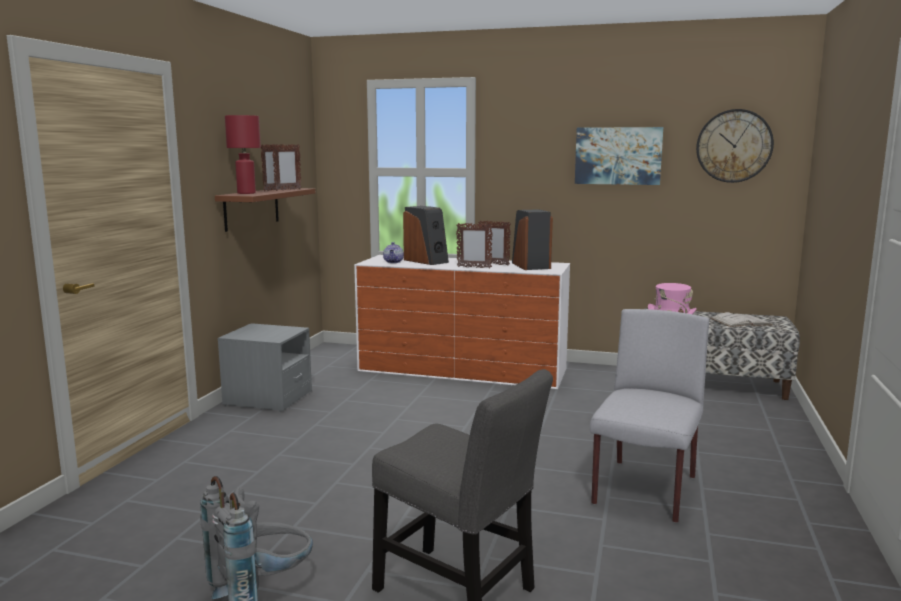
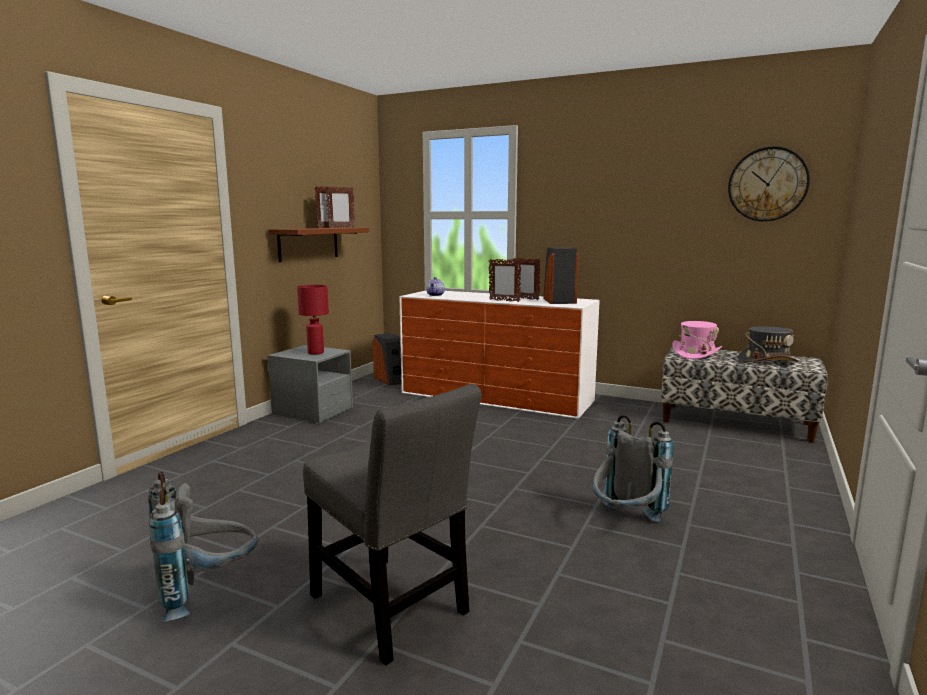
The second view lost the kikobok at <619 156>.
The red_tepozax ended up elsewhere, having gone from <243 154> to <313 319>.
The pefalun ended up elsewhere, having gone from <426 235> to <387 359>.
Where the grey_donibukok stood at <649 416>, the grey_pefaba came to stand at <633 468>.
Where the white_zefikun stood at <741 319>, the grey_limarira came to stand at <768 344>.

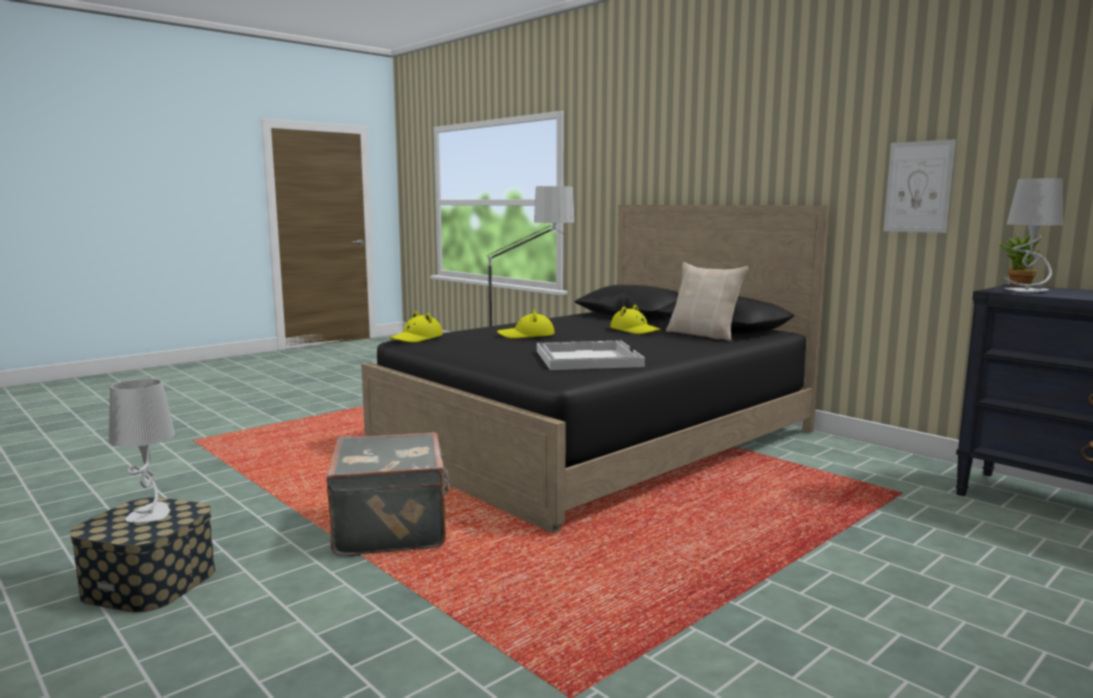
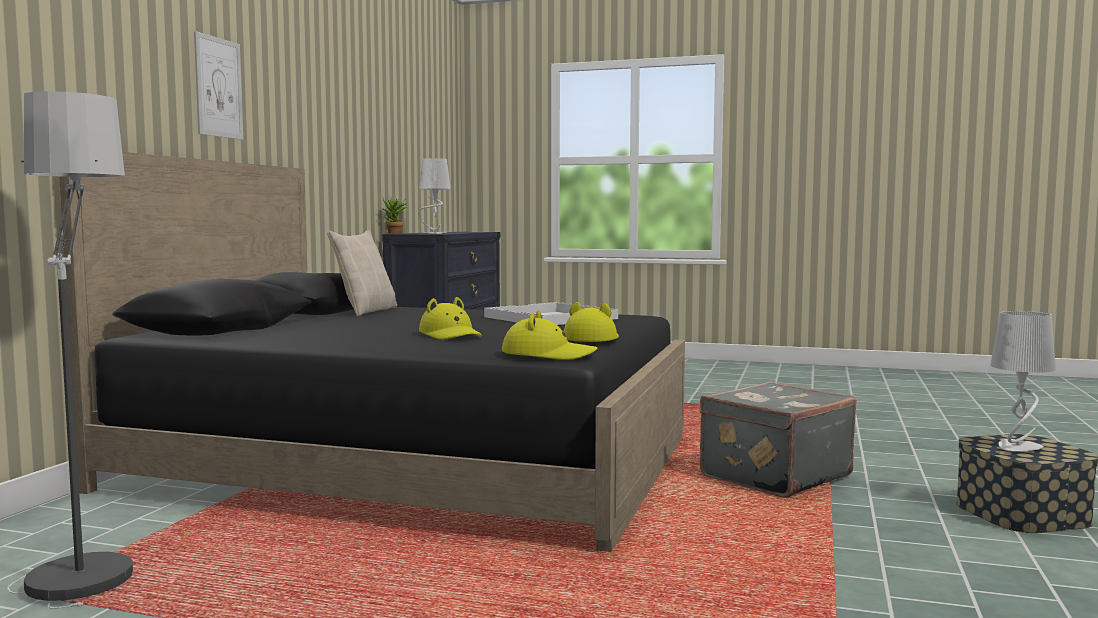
The yellow_limarira ended up elsewhere, having gone from <635 319> to <591 322>.
The kikobok ended up elsewhere, having gone from <920 186> to <218 85>.

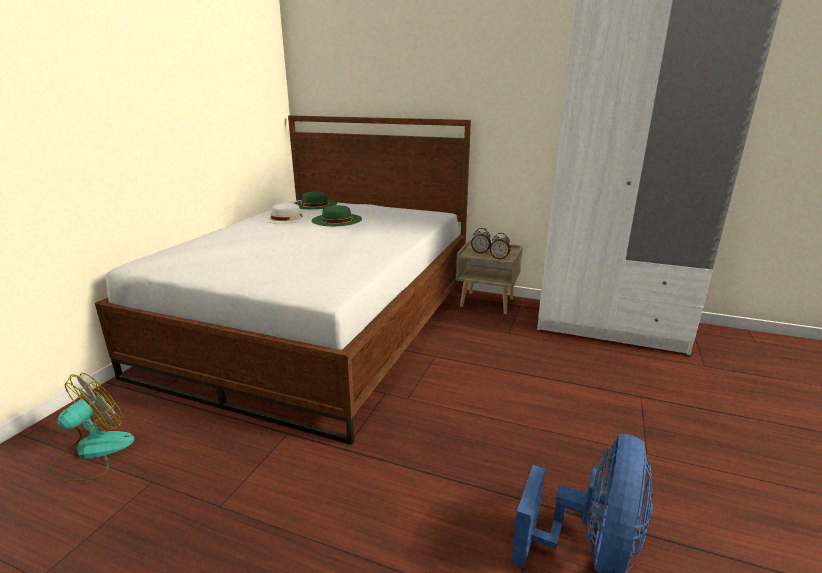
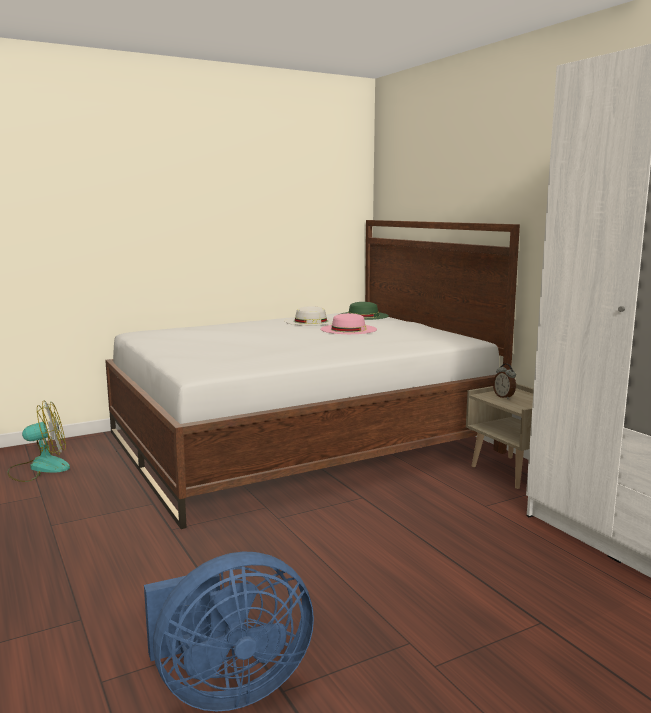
The second view lost the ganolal at <500 246>.
What was the green_limarira at <337 215> turned into the pink_limarira at <348 323>.

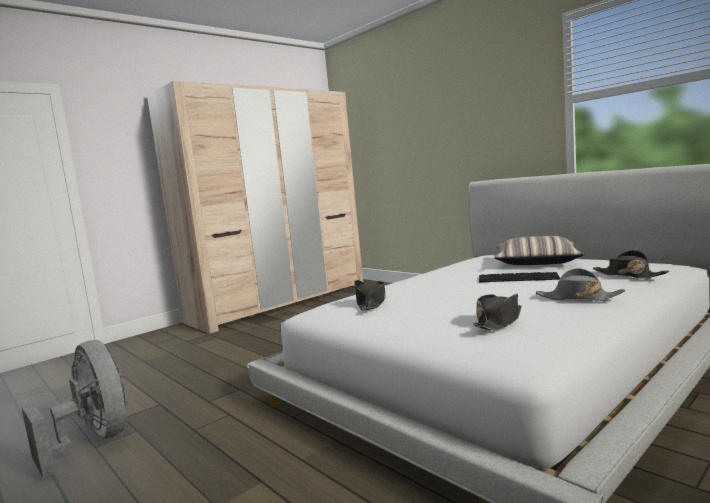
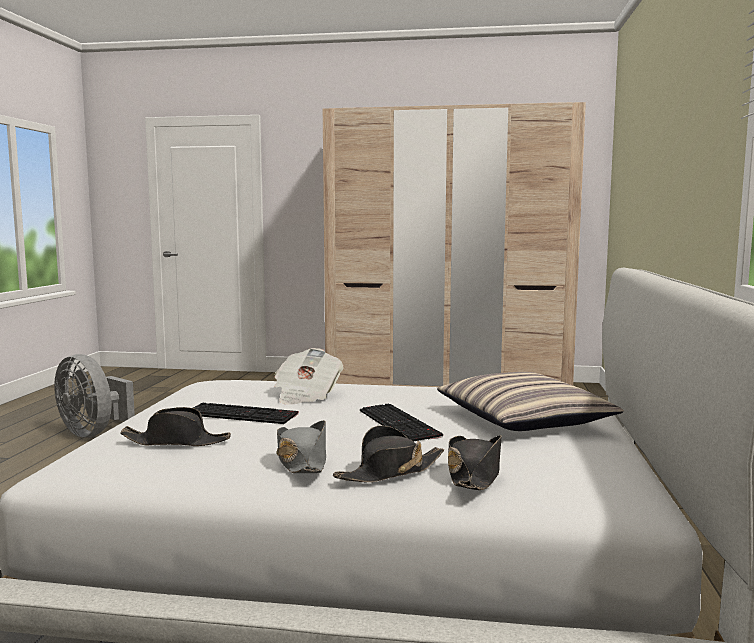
The second view gained the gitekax at <245 413>.
The second view gained the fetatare at <309 376>.
The black_limarira ended up elsewhere, having gone from <370 295> to <388 453>.
The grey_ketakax at <74 409> ended up facing another way, 120 degrees clockwise from before.

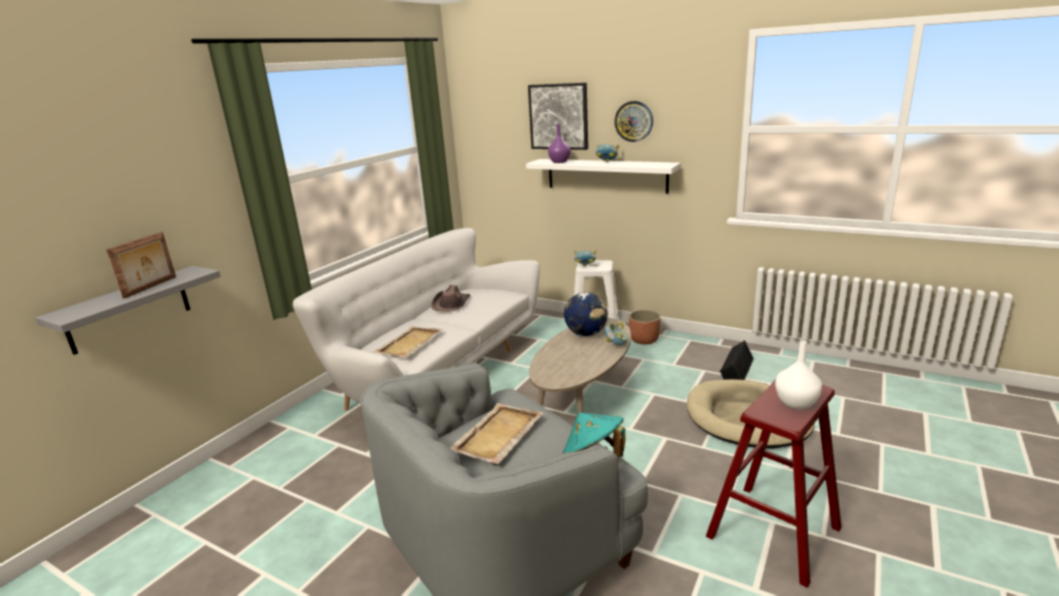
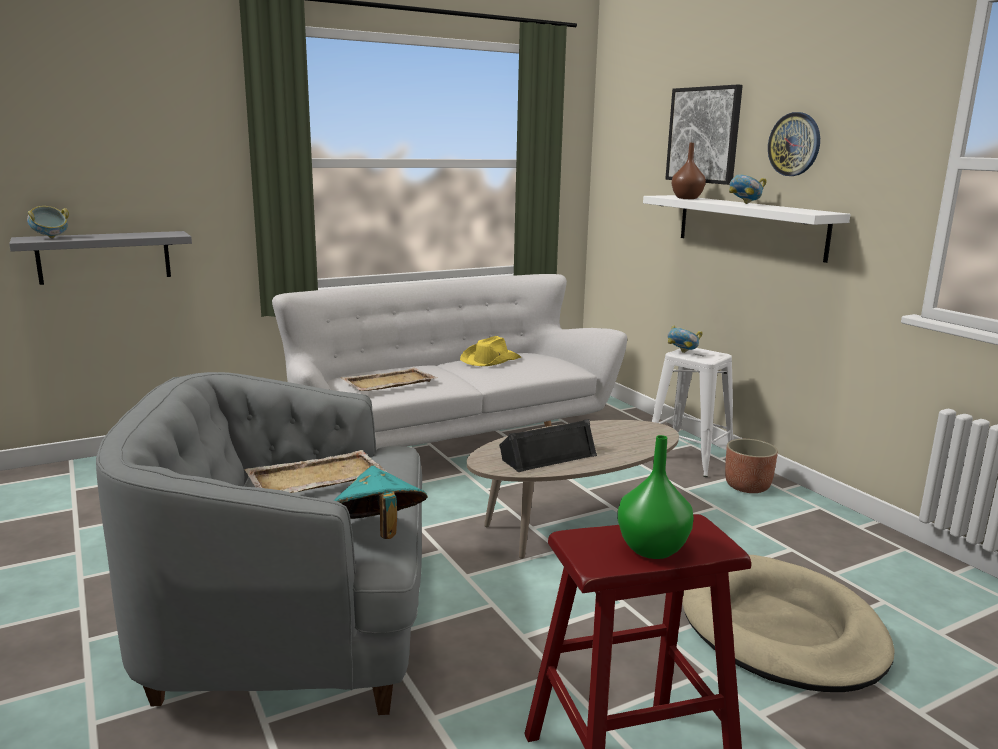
The second view lost the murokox at <141 265>.
The second view lost the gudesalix at <586 314>.
The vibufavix ended up elsewhere, having gone from <616 334> to <48 222>.
The black_pefalun ended up elsewhere, having gone from <737 360> to <548 445>.
What was the brown_limarira at <450 298> turned into the yellow_limarira at <490 351>.
What was the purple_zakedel at <559 143> turned into the brown_zakedel at <689 171>.
What was the white_zakedel at <798 374> turned into the green_zakedel at <655 497>.

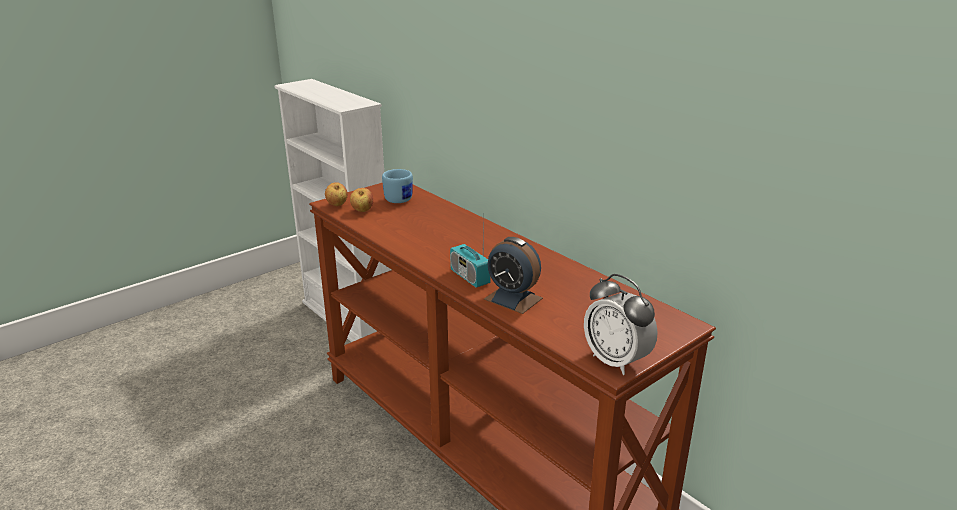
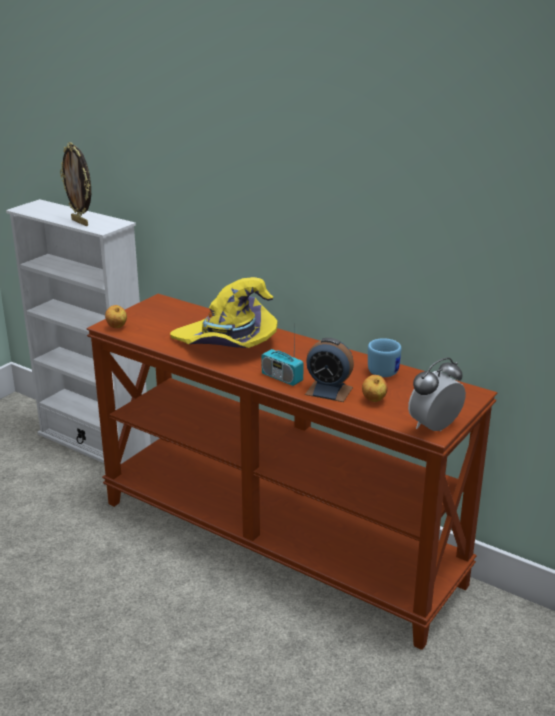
The second view gained the murokox at <75 184>.
The second view gained the yellow_limarira at <224 312>.
The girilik ended up elsewhere, having gone from <361 200> to <375 388>.
The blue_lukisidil ended up elsewhere, having gone from <397 186> to <384 357>.
The ganolal at <621 324> ended up facing another way, 105 degrees clockwise from before.

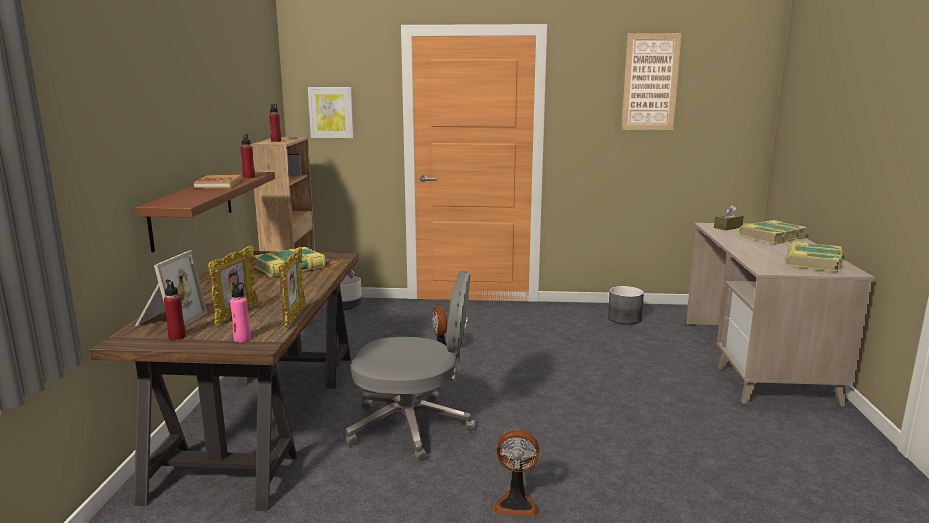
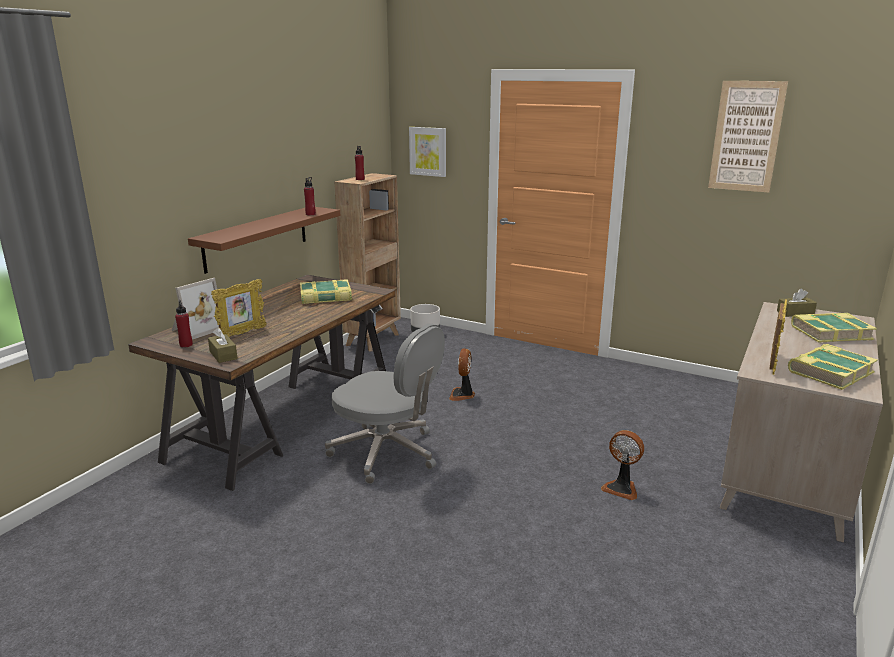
The second view lost the zefikun at <218 182>.
The second view lost the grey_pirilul at <626 305>.
The murokox ended up elsewhere, having gone from <292 288> to <778 337>.
The ketakax ended up elsewhere, having gone from <516 473> to <622 465>.
Where the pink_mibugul stood at <240 312>, the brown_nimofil came to stand at <223 345>.

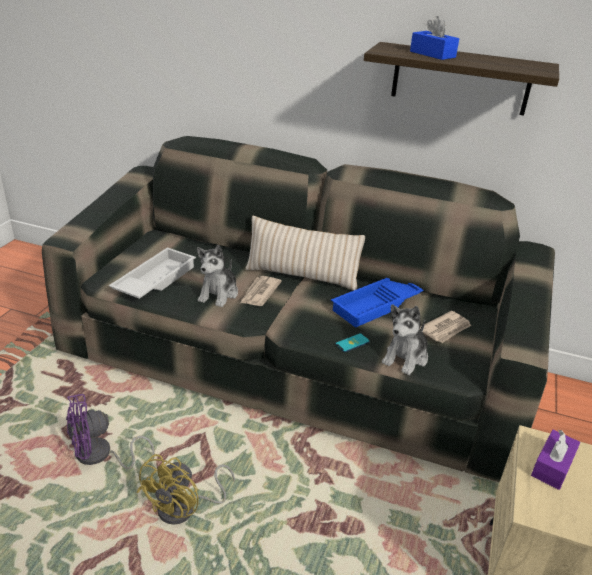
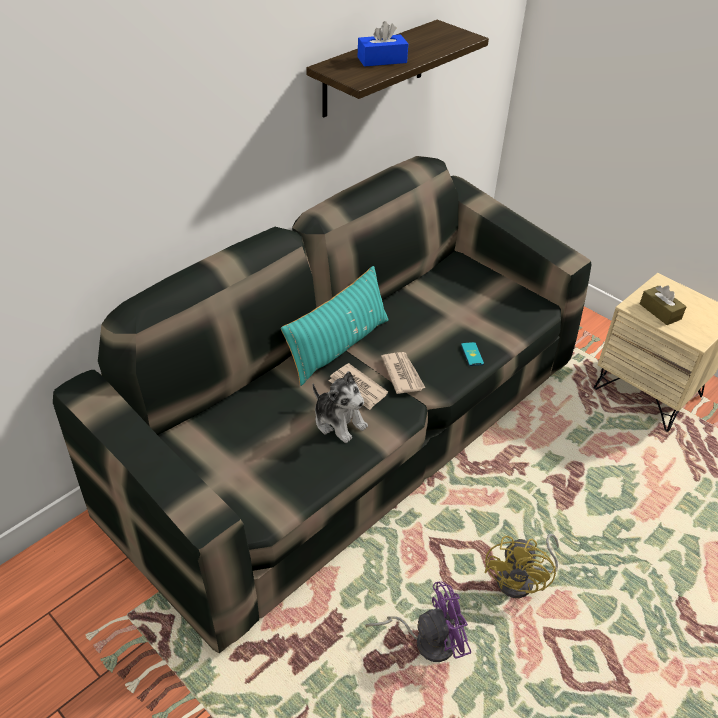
The second view lost the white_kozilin at <152 273>.
The second view lost the blue_kozilin at <377 303>.
The second view lost the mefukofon at <405 339>.
The fetatare ended up elsewhere, having gone from <445 327> to <403 373>.
What was the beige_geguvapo at <305 253> turned into the turquoise_geguvapo at <335 326>.
What was the purple_nimofil at <555 460> turned into the brown_nimofil at <663 305>.
The purple_ketakax at <110 431> ended up facing another way, 105 degrees counterclockwise from before.
The yellow_ketakax at <185 489> ended up facing another way, 60 degrees clockwise from before.

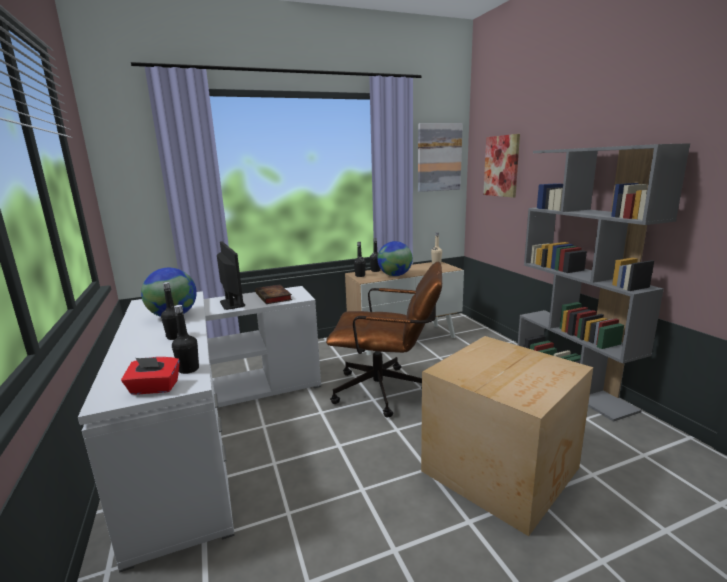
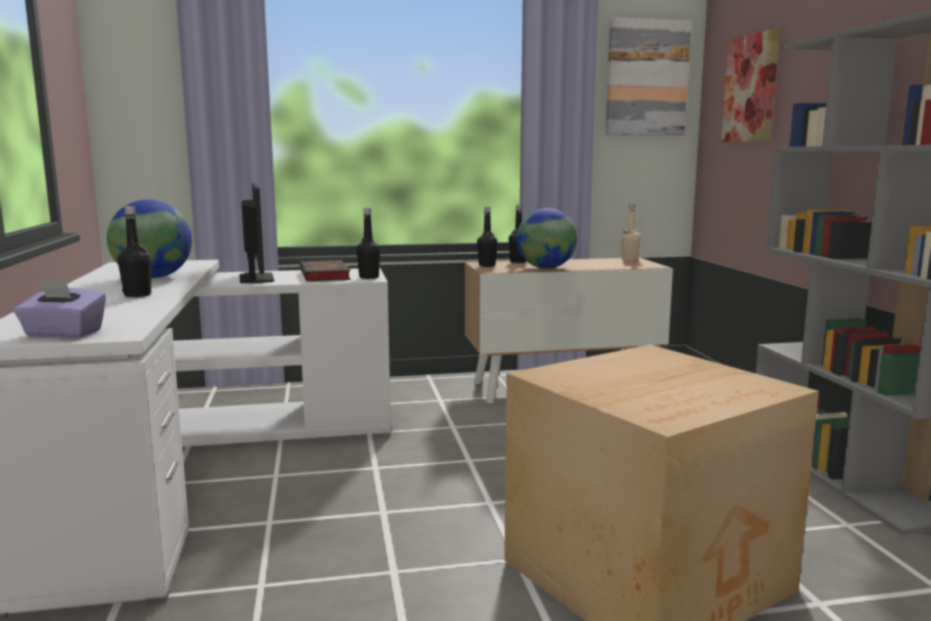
The second view lost the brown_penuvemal at <384 339>.
The black_mibugul ended up elsewhere, having gone from <185 339> to <368 243>.
What was the red_nimofil at <150 376> turned into the purple_nimofil at <60 308>.

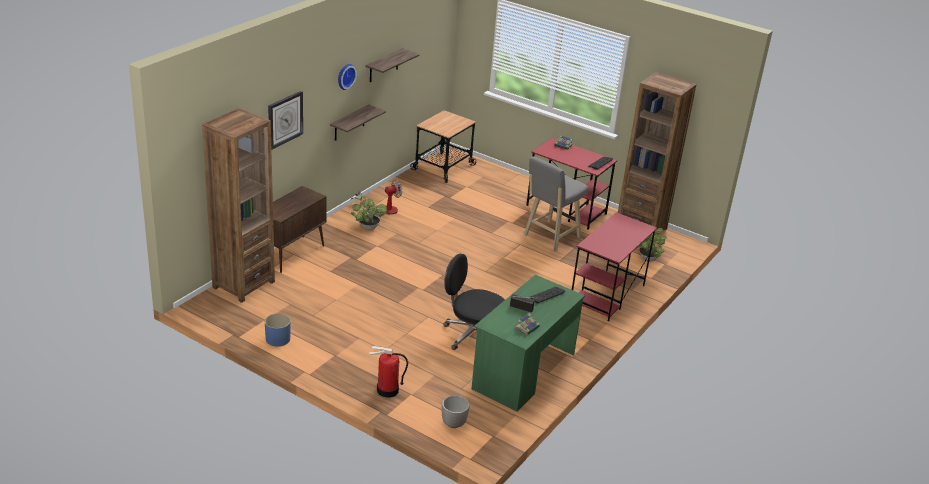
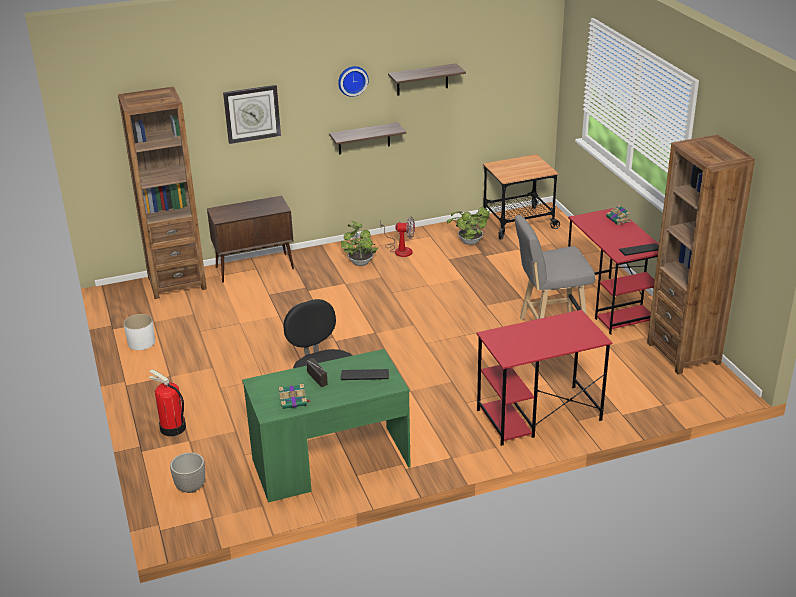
The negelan ended up elsewhere, having gone from <652 244> to <468 226>.
What was the blue_pirilul at <278 330> turned into the white_pirilul at <139 332>.

